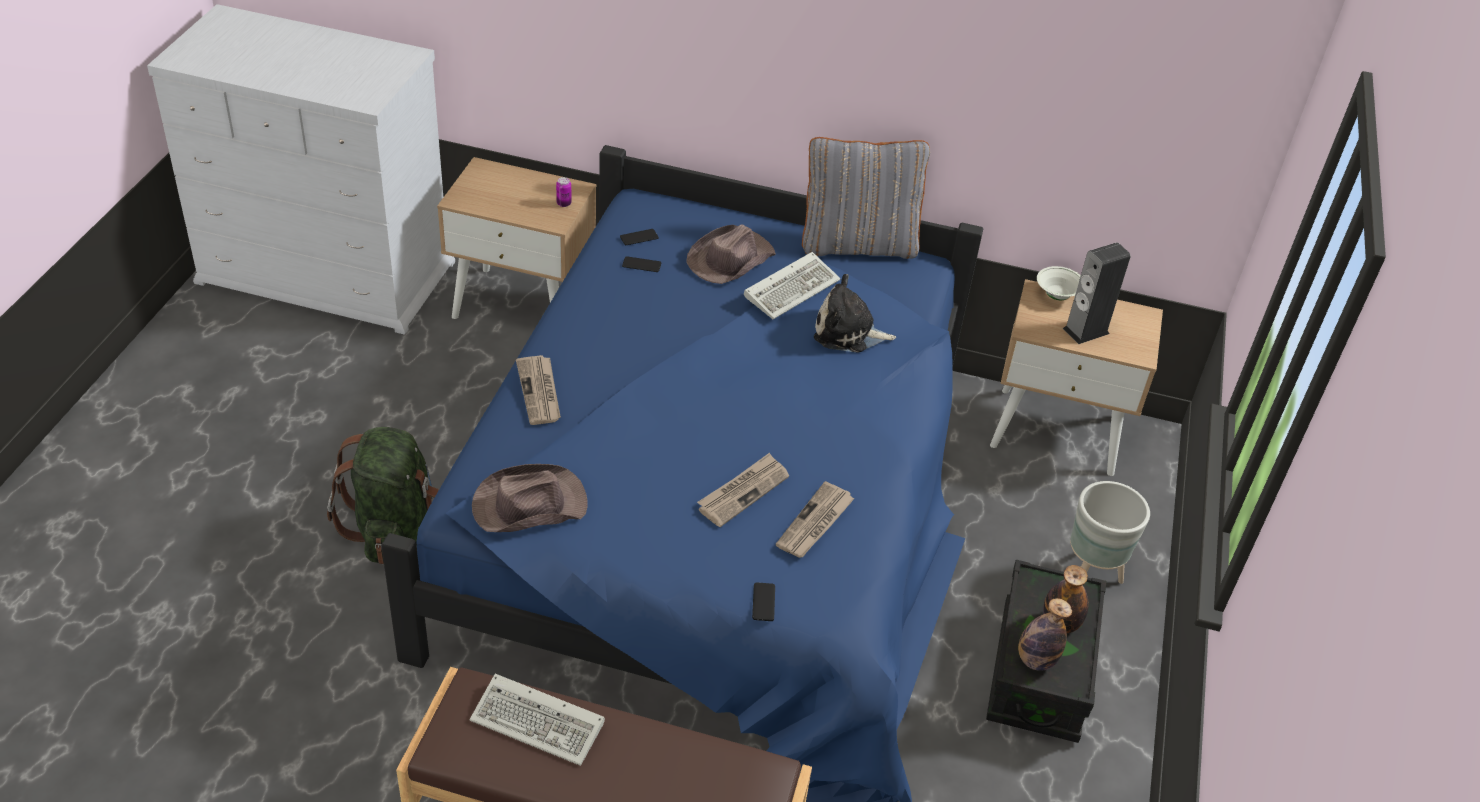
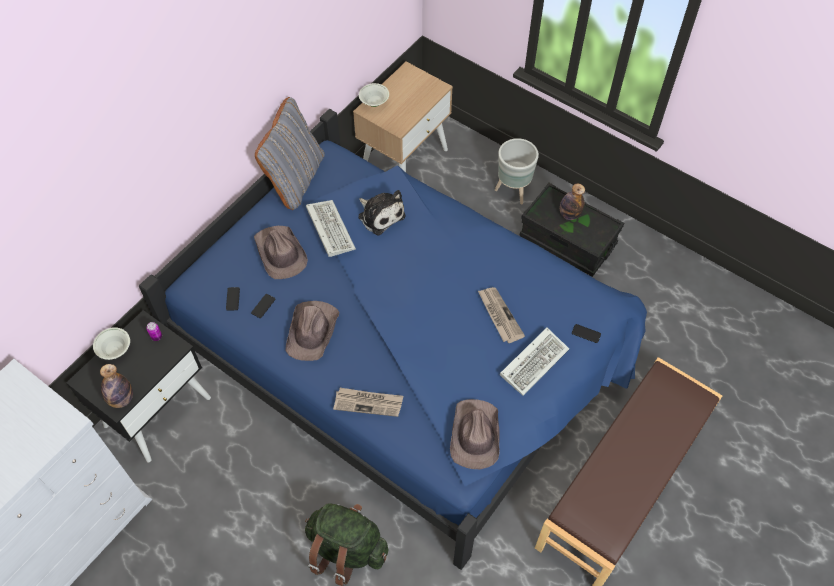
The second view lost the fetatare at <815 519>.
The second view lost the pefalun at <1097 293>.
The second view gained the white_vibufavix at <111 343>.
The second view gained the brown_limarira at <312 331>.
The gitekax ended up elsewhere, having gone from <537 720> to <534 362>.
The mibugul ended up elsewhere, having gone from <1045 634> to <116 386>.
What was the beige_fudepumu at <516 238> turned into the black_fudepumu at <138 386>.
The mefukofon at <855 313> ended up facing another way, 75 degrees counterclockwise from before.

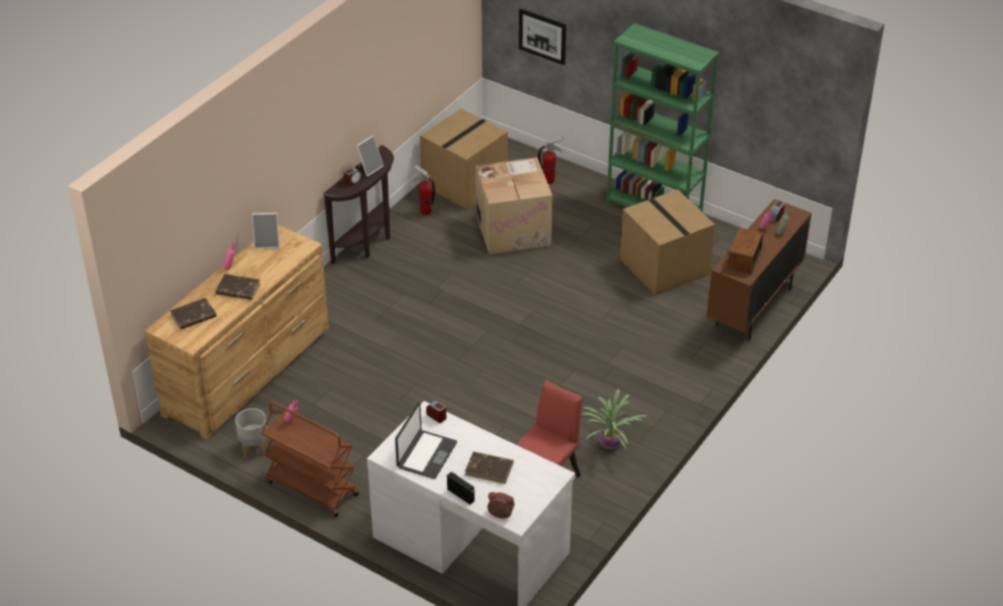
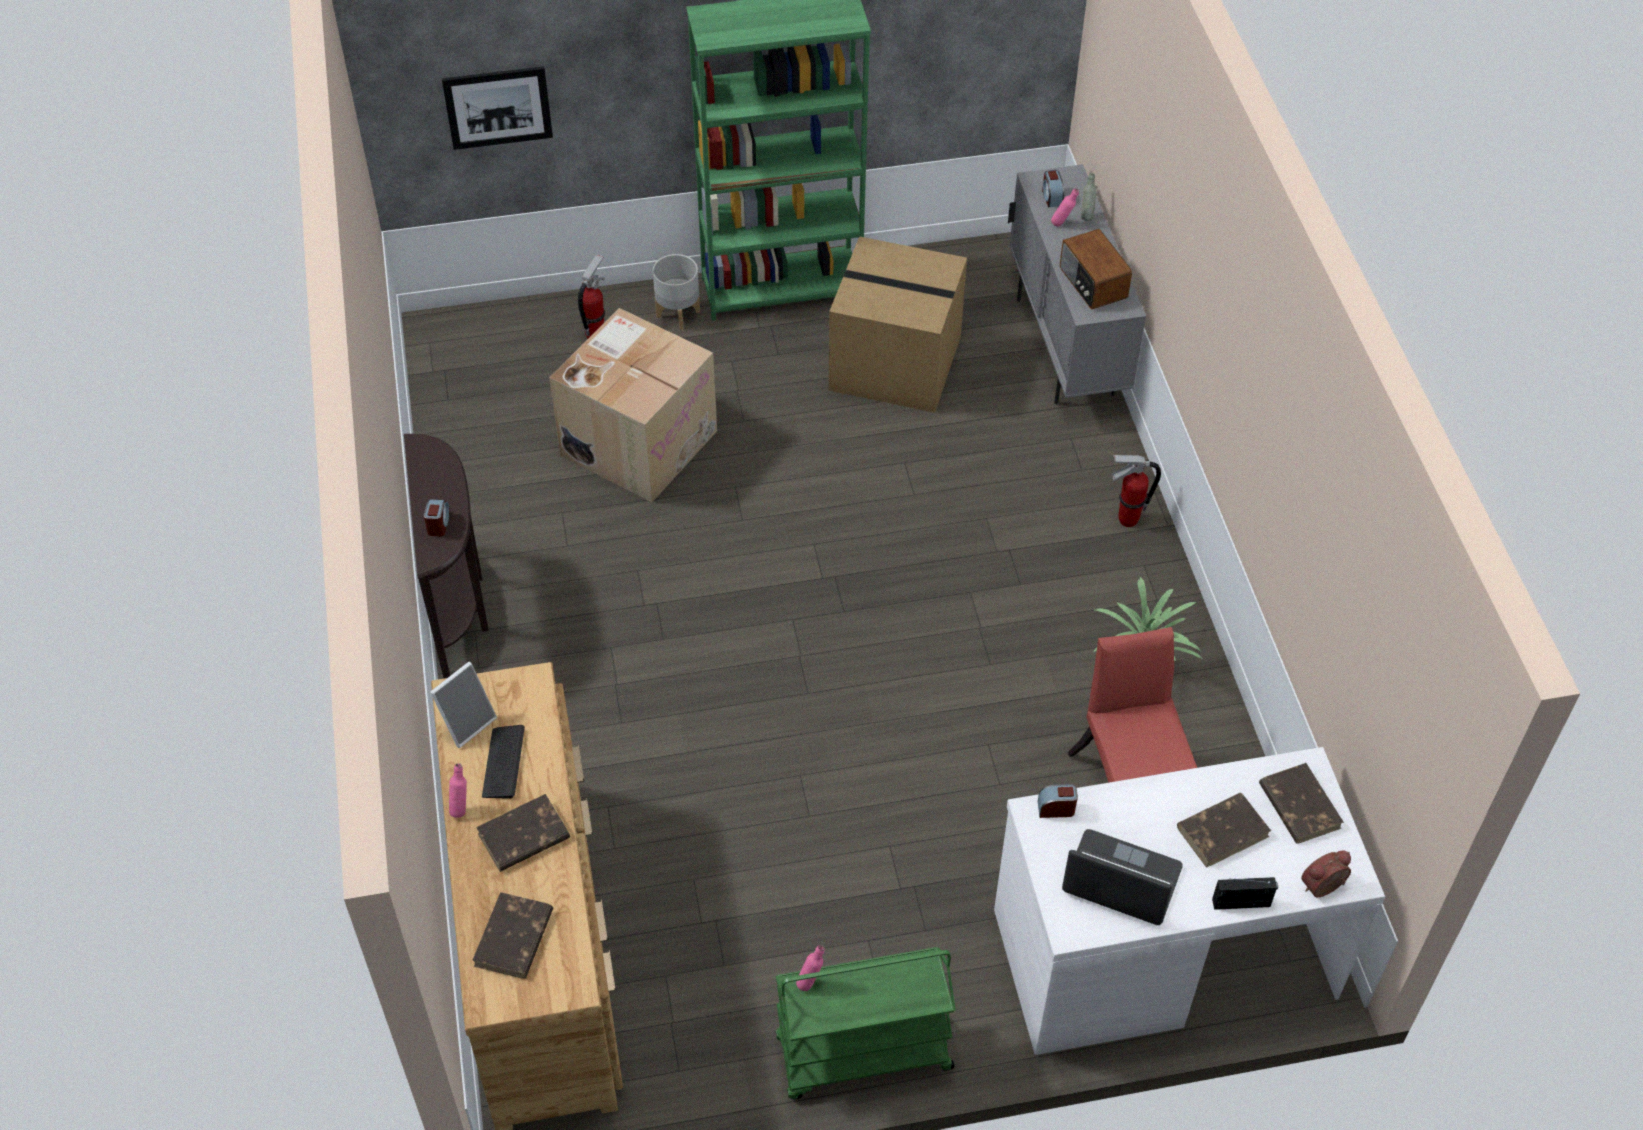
The second view lost the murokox at <370 156>.
The second view lost the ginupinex at <464 159>.
The second view gained the gitekax at <503 762>.
The second view gained the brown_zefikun at <1301 803>.
The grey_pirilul ended up elsewhere, having gone from <251 432> to <676 292>.
The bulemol ended up elsewhere, having gone from <424 190> to <1136 491>.
What was the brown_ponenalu at <310 459> turned into the green_ponenalu at <865 1023>.
What was the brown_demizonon at <759 270> turned into the grey_demizonon at <1077 284>.
The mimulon at <426 440> ended up facing another way, 45 degrees counterclockwise from before.

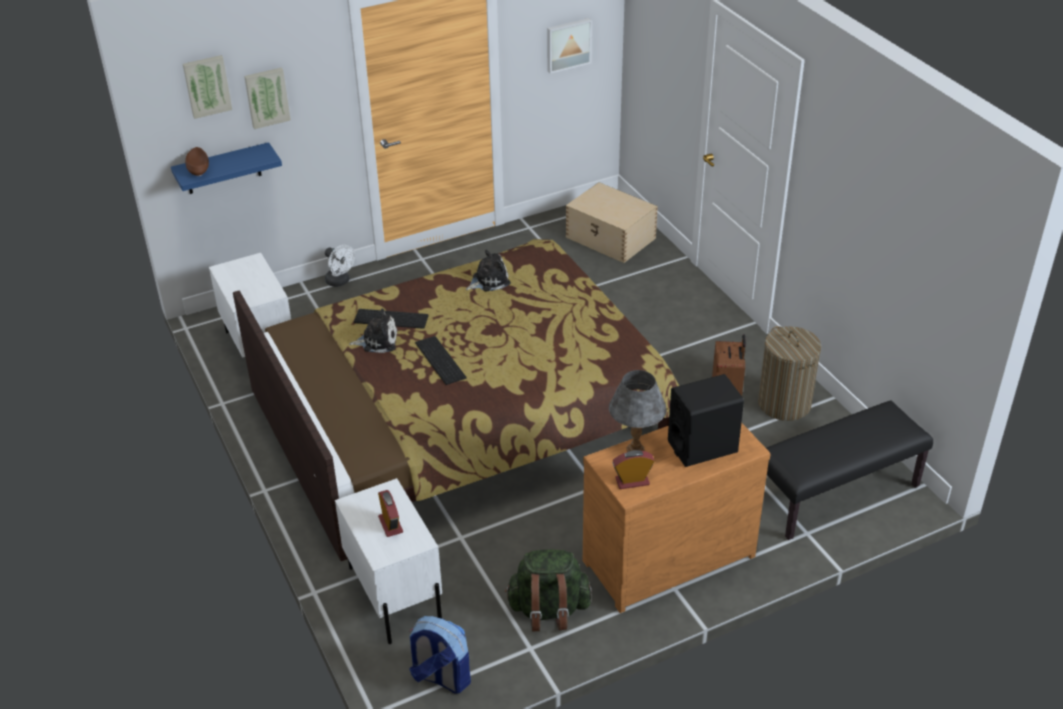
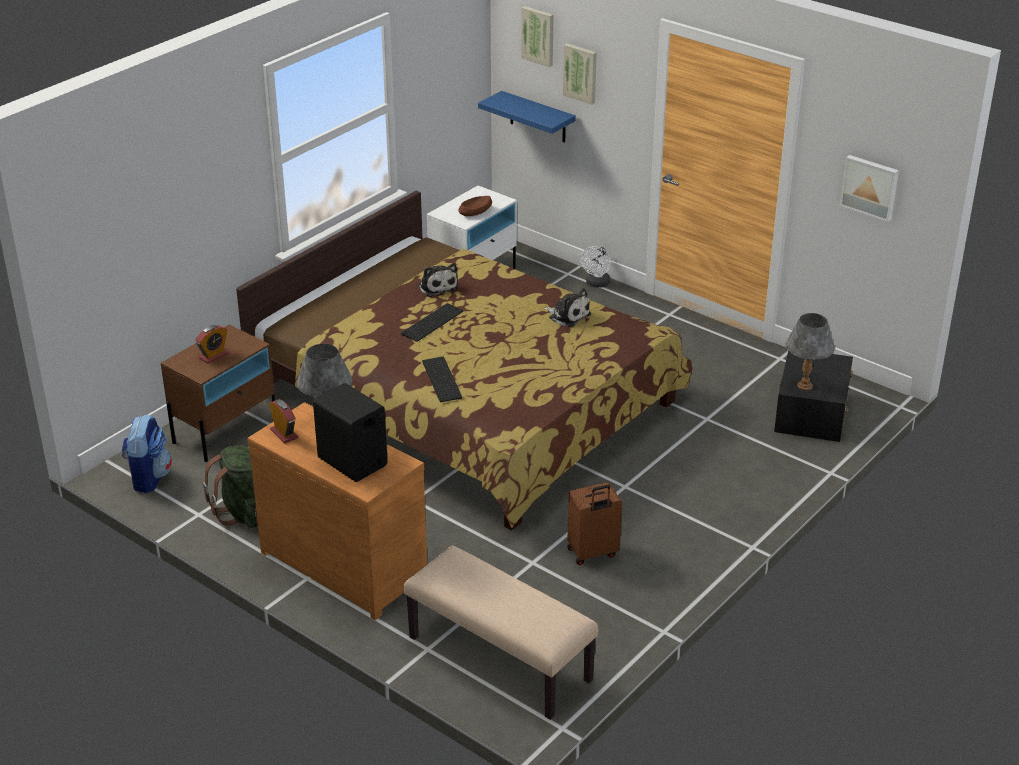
The second view lost the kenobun at <789 373>.
The second view gained the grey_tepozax at <810 351>.
The brown_vibufavix ended up elsewhere, having gone from <197 161> to <475 206>.
The gitekax ended up elsewhere, having gone from <391 319> to <442 379>.
What was the white_fudepumu at <388 561> turned into the brown_fudepumu at <218 393>.
What was the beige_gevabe at <612 222> turned into the black_gevabe at <813 396>.
What was the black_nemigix at <849 470> turned into the beige_nemigix at <500 633>.

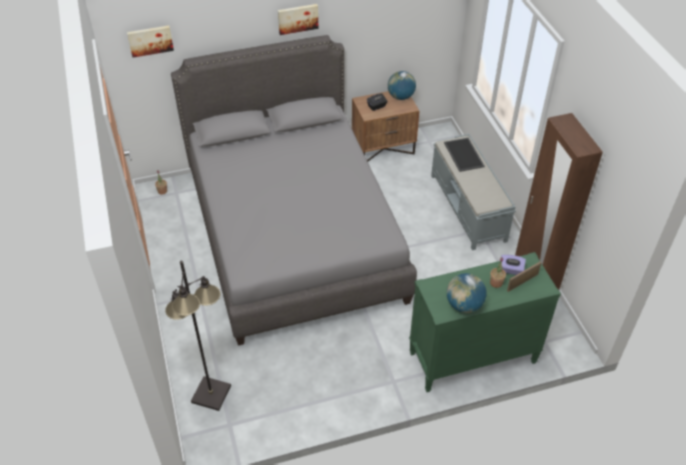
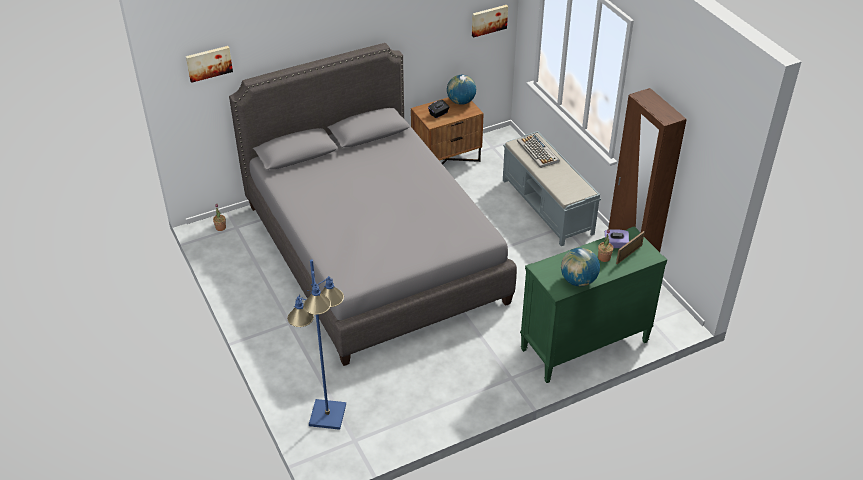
The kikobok ended up elsewhere, having gone from <298 19> to <490 21>.
Where the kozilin stood at <464 155>, the gitekax came to stand at <538 150>.
What was the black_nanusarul at <198 336> turned into the blue_nanusarul at <316 344>.

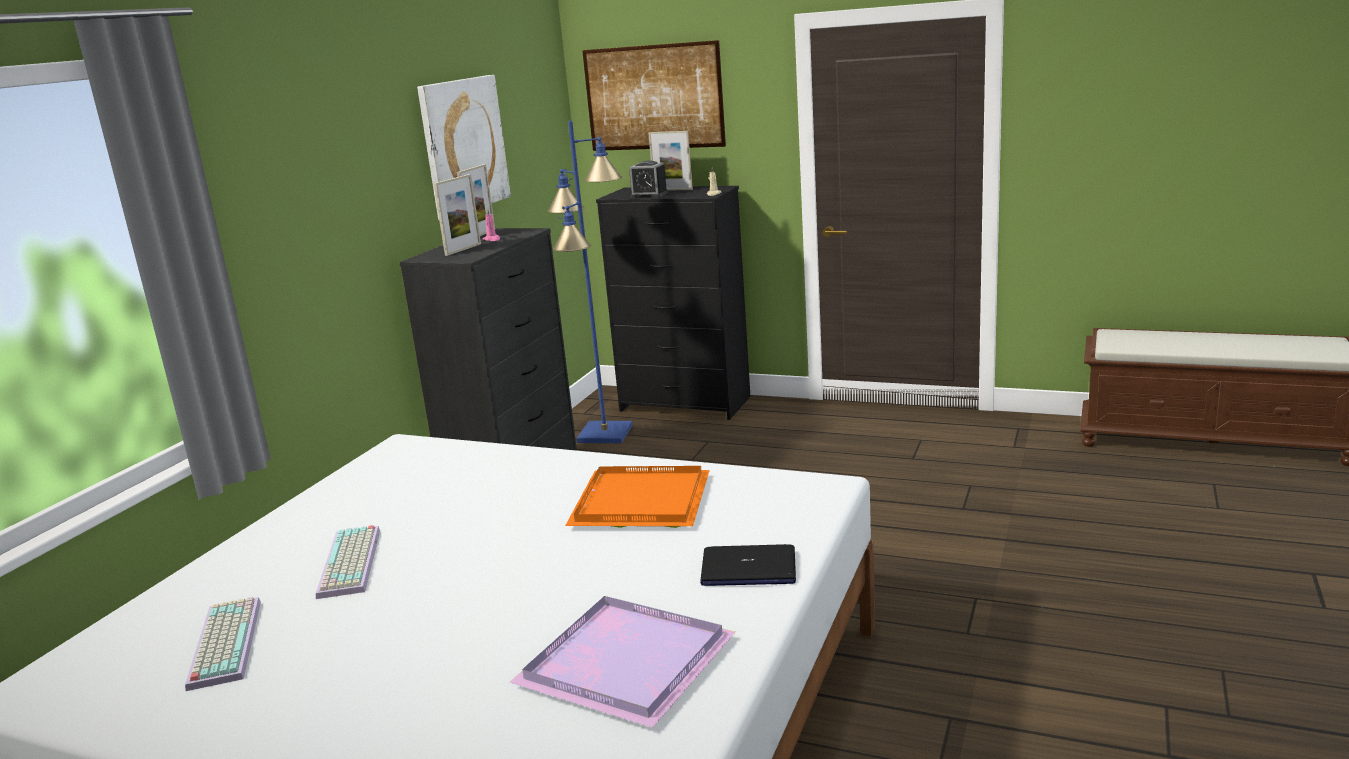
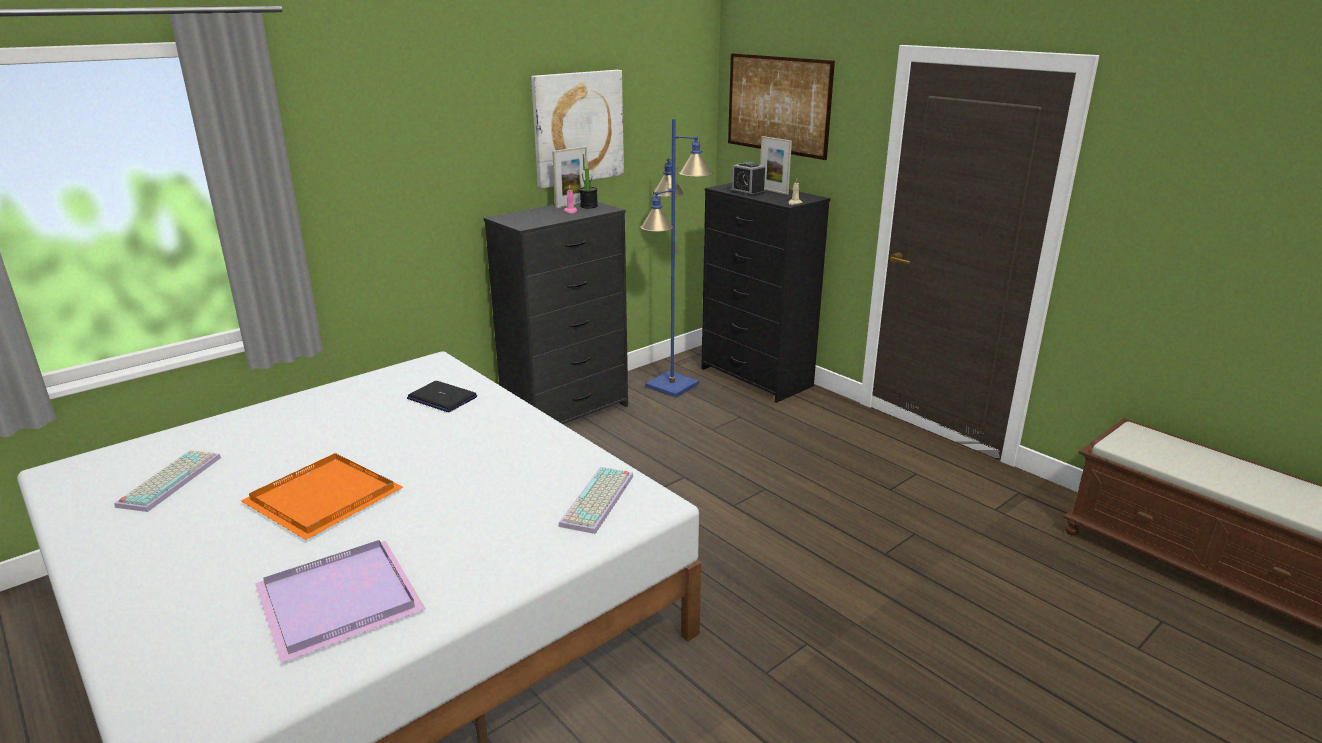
The second view lost the murokox at <457 215>.
The second view gained the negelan at <589 181>.
The gitekax ended up elsewhere, having gone from <348 562> to <595 500>.
The orange_kozilin ended up elsewhere, having gone from <637 497> to <322 496>.
The mimulon ended up elsewhere, having gone from <748 565> to <442 396>.

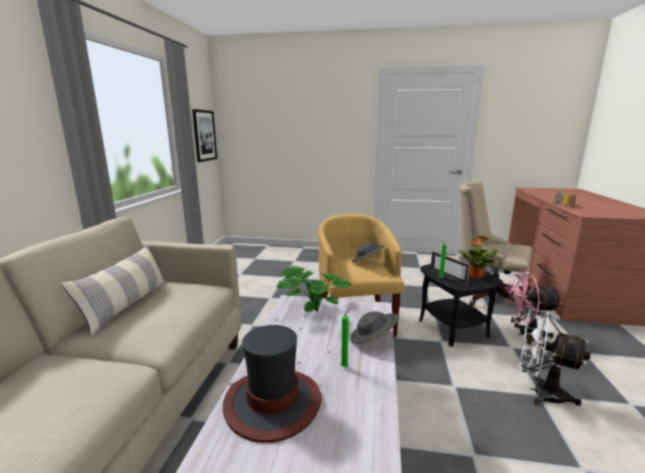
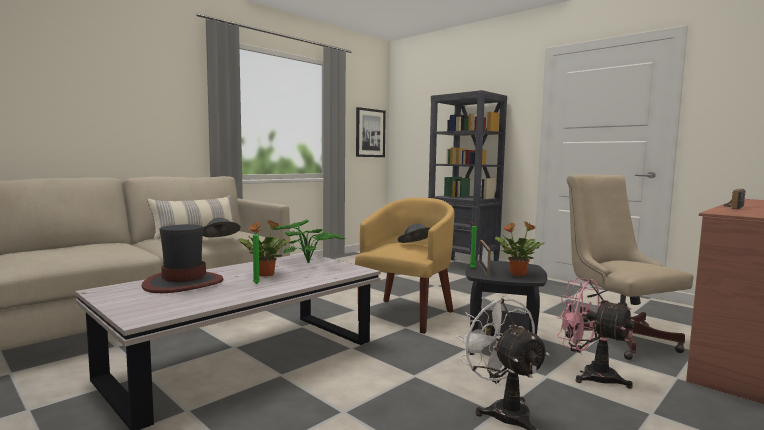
The second view gained the negelan at <265 248>.
The second view gained the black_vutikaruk at <467 175>.
The grey_limarira ended up elsewhere, having gone from <374 327> to <222 228>.

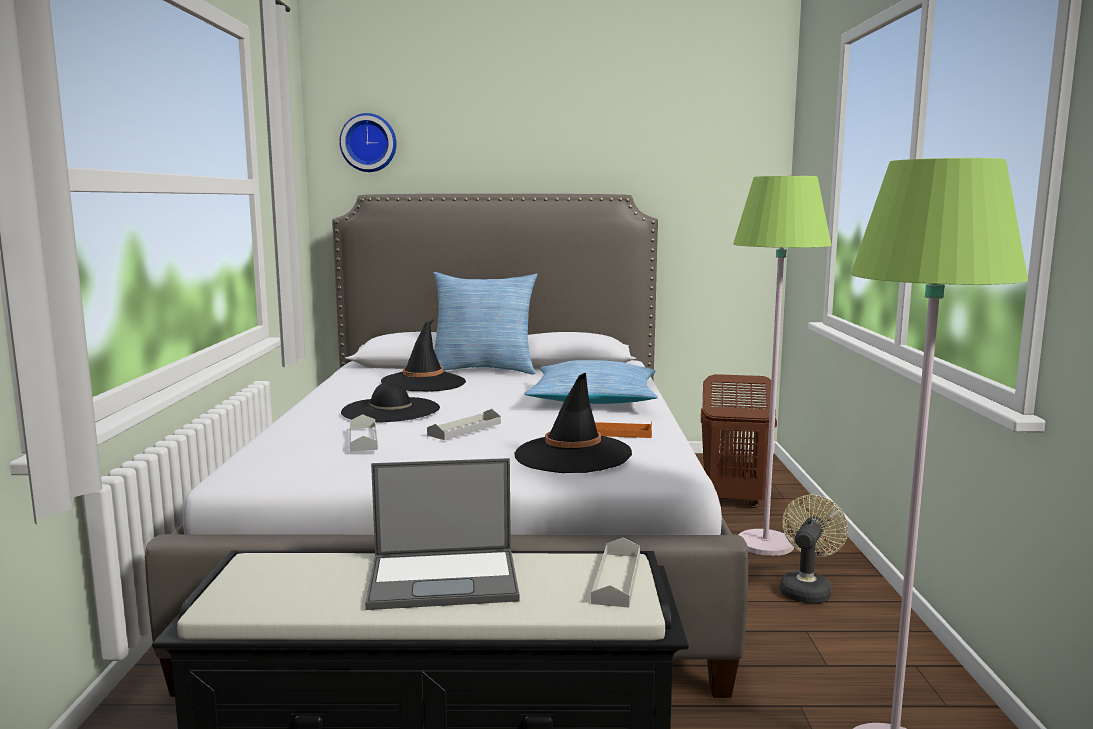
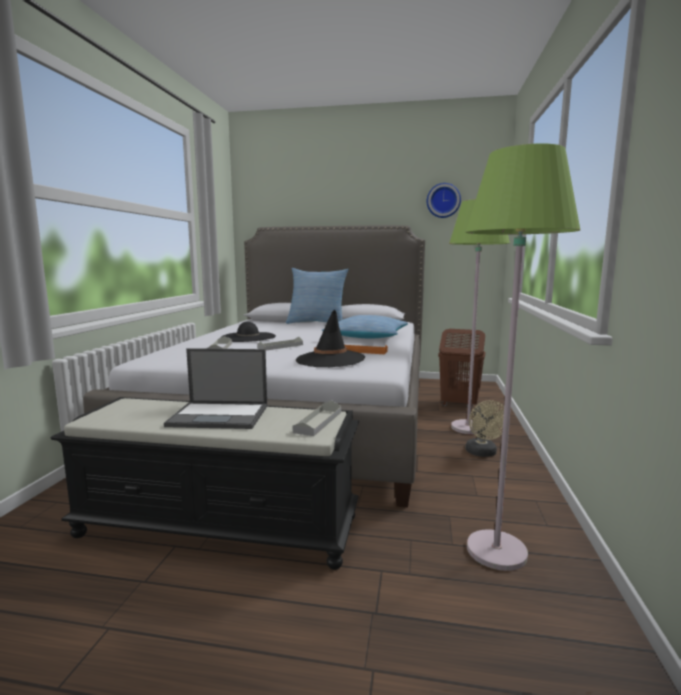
The second view lost the black_limarira at <423 355>.
The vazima ended up elsewhere, having gone from <368 142> to <444 200>.
The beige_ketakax at <814 549> ended up facing another way, 135 degrees clockwise from before.

